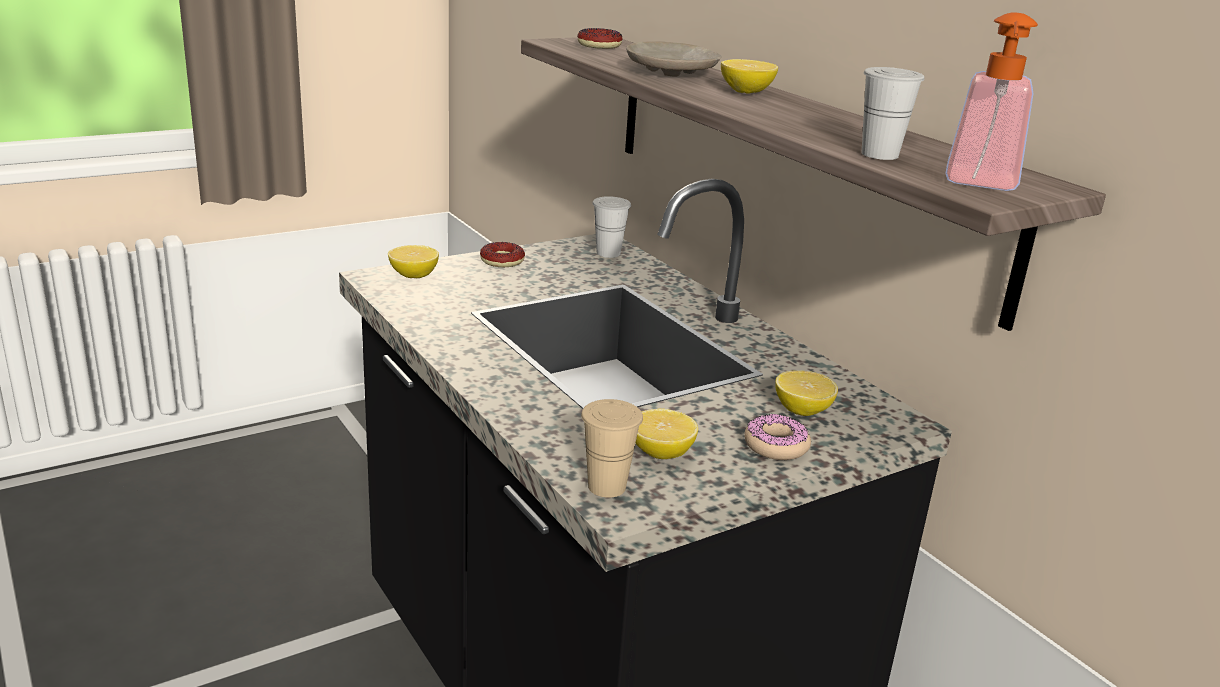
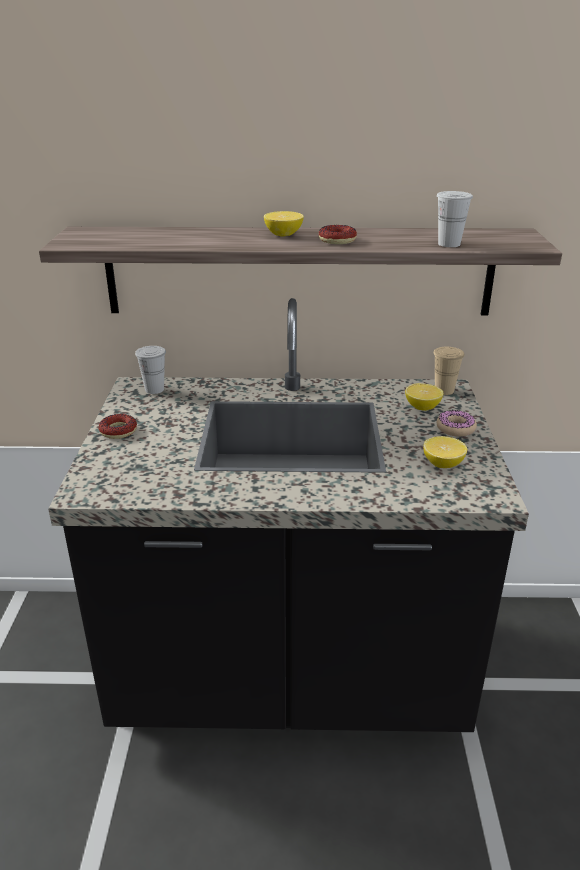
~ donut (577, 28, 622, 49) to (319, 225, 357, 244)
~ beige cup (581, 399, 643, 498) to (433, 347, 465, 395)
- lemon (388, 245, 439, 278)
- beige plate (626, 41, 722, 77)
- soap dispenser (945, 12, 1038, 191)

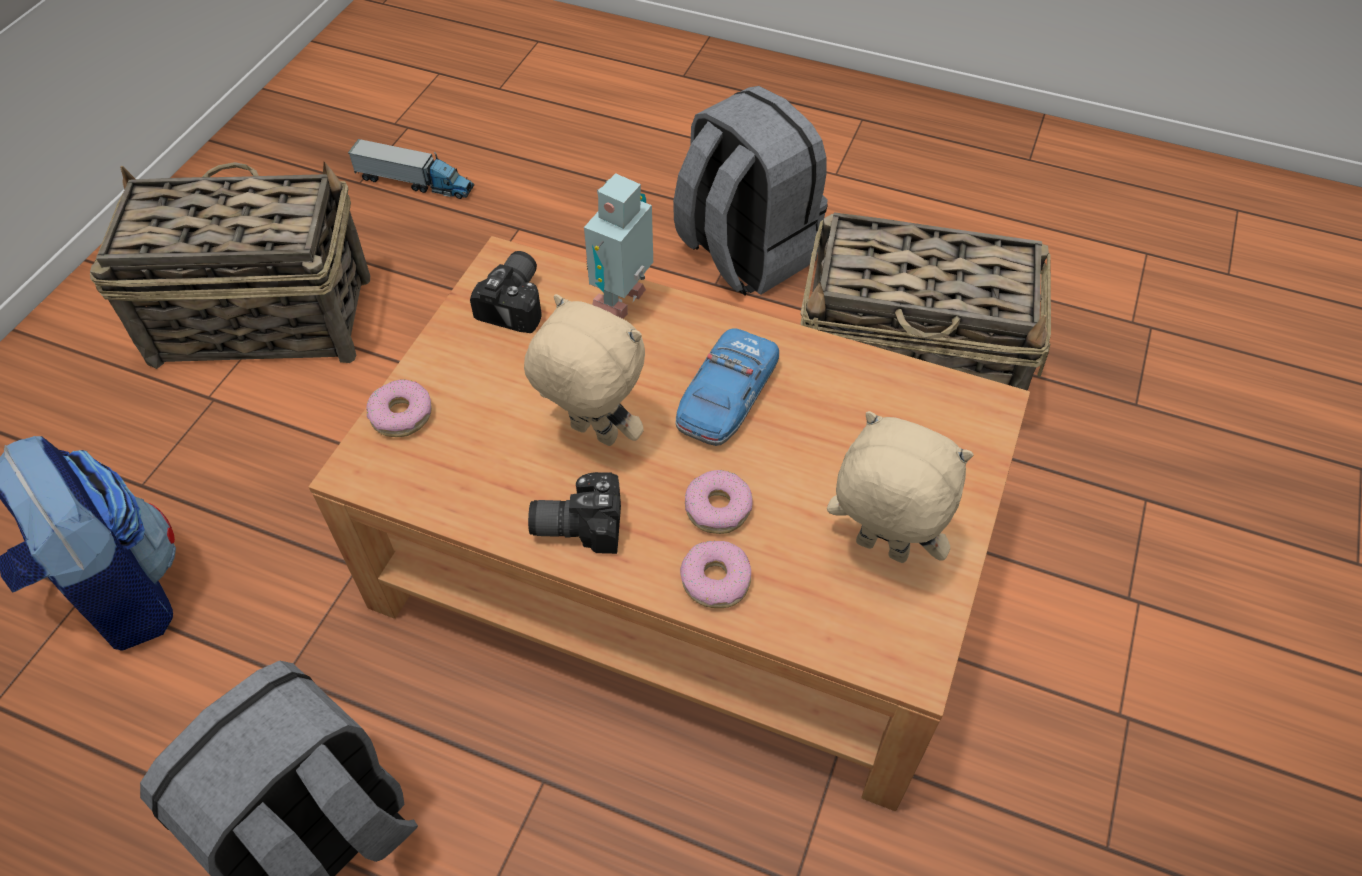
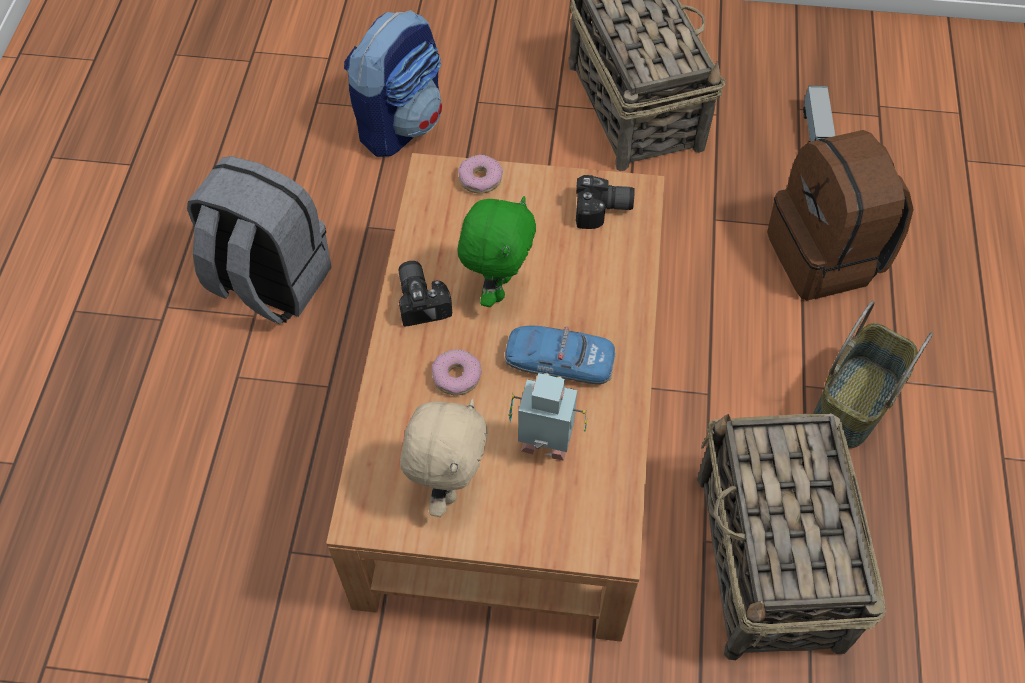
~ beige plush toy (524, 294, 645, 446) to green plush toy (457, 196, 536, 307)
~ toy robot (584, 173, 653, 319) to (509, 373, 587, 461)
+ brown backpack (767, 130, 914, 301)
~ grey backpack (673, 86, 828, 296) to basket (813, 301, 933, 448)
- donut (680, 541, 751, 608)

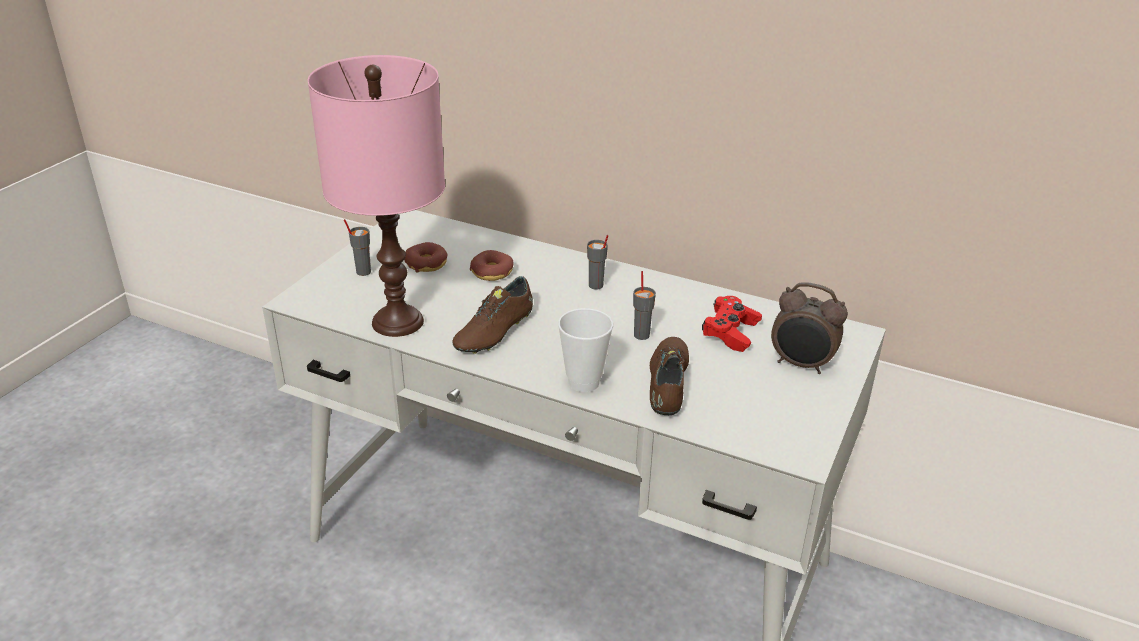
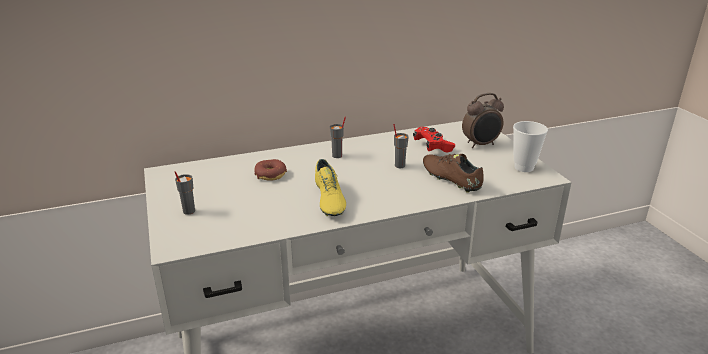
~ brown shoe (453, 276, 533, 354) to yellow shoe (315, 159, 346, 216)
~ cup (558, 308, 613, 392) to (513, 121, 548, 172)
- pink table lamp (308, 55, 445, 337)
- donut (404, 242, 448, 273)

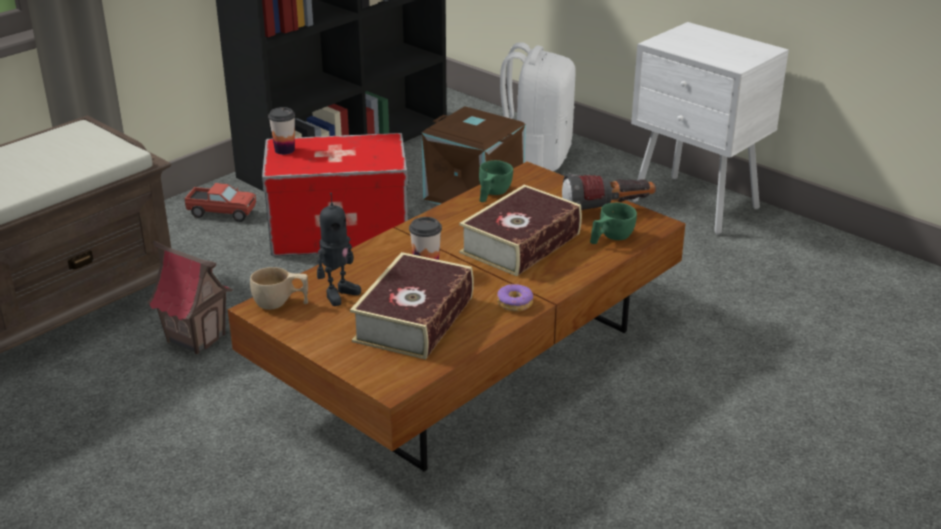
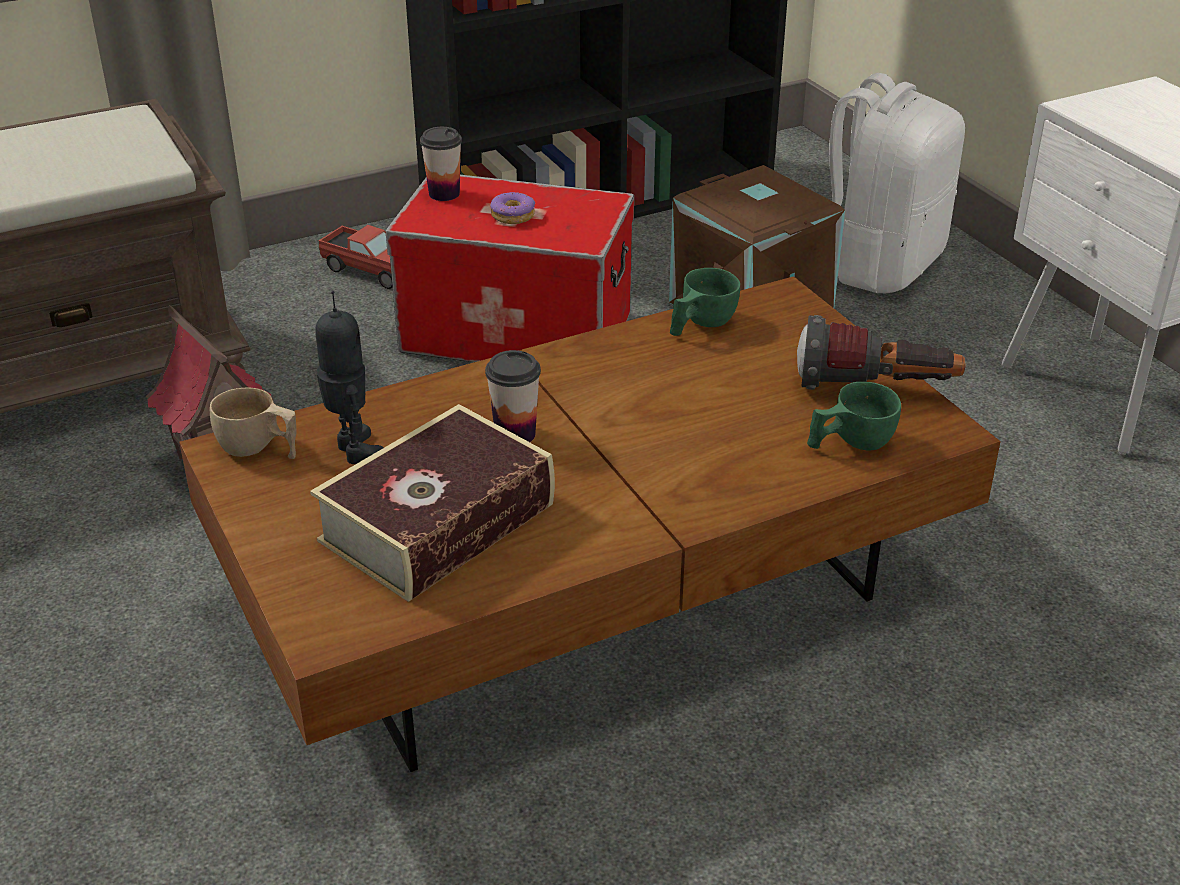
~ toy robot (317, 193, 361, 306) = (315, 291, 384, 464) 90 degrees counterclockwise
~ donut (497, 284, 533, 311) to (490, 192, 535, 224)
- book (459, 185, 582, 276)

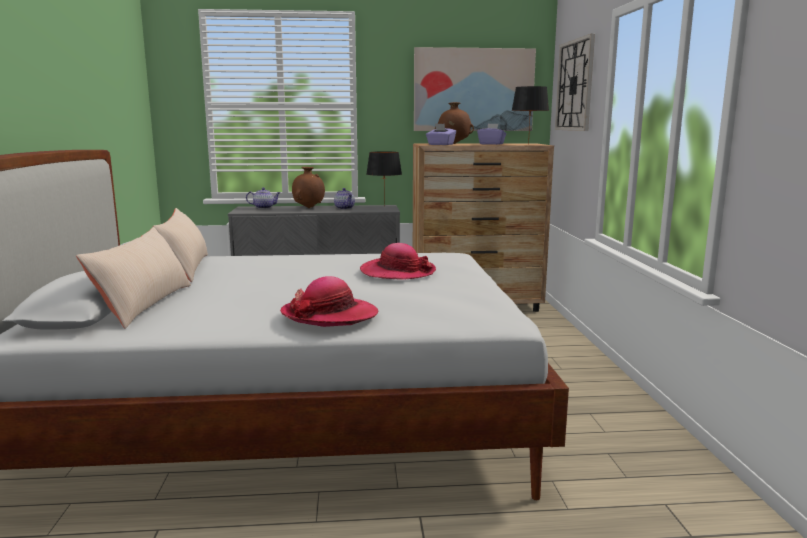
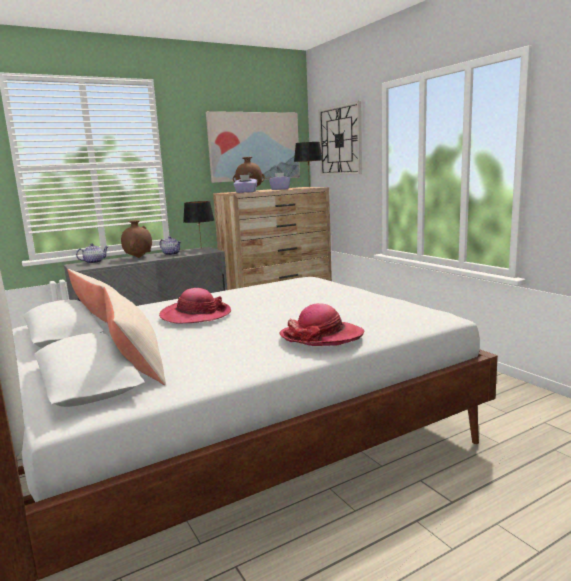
~ hat (360, 243, 436, 280) to (159, 288, 231, 323)

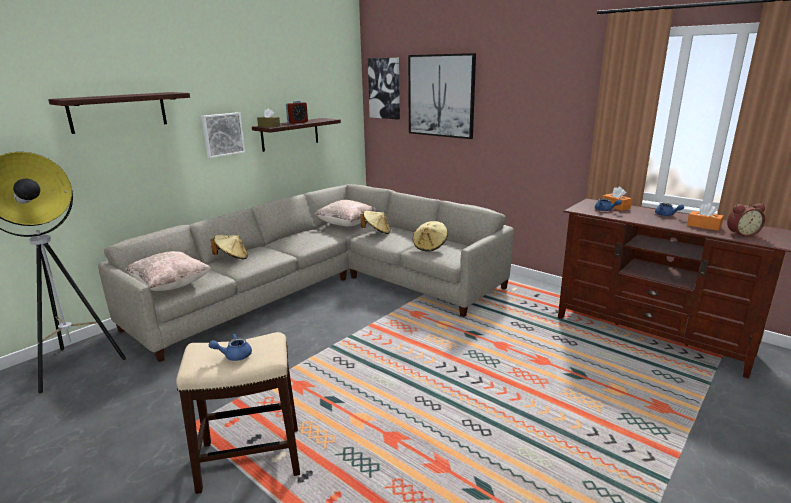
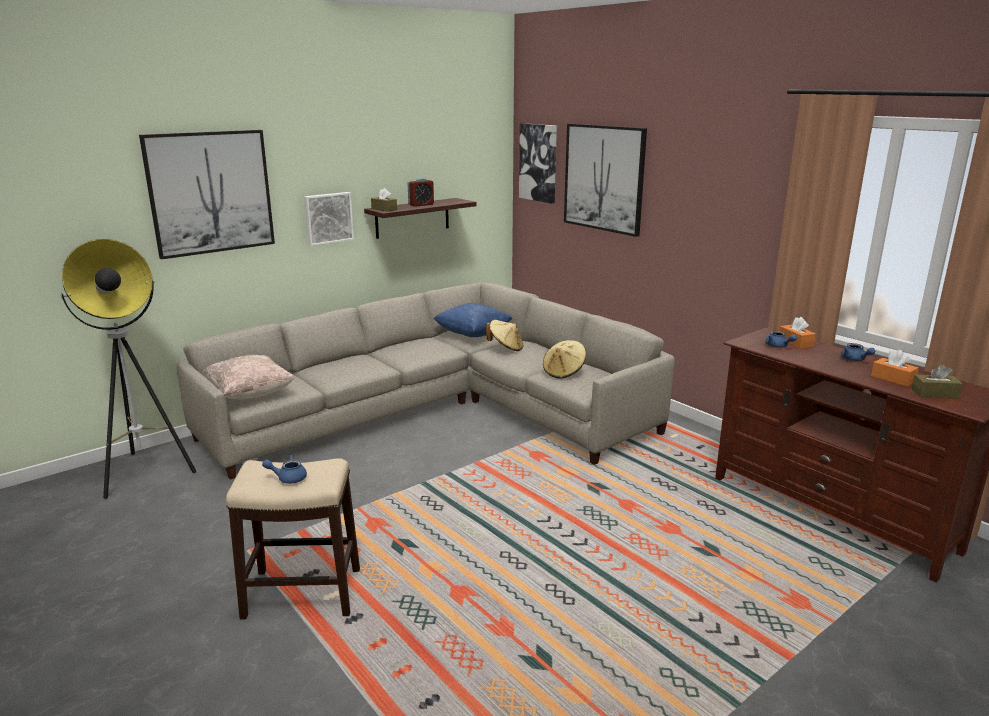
~ shelf (48, 92, 190, 134) to picture (139, 130, 275, 260)
~ beige pillow (315, 200, 377, 226) to blue pillow (433, 303, 512, 337)
~ alarm clock (727, 203, 765, 237) to brown tissue box (911, 364, 963, 399)
- beige hat (211, 235, 248, 259)

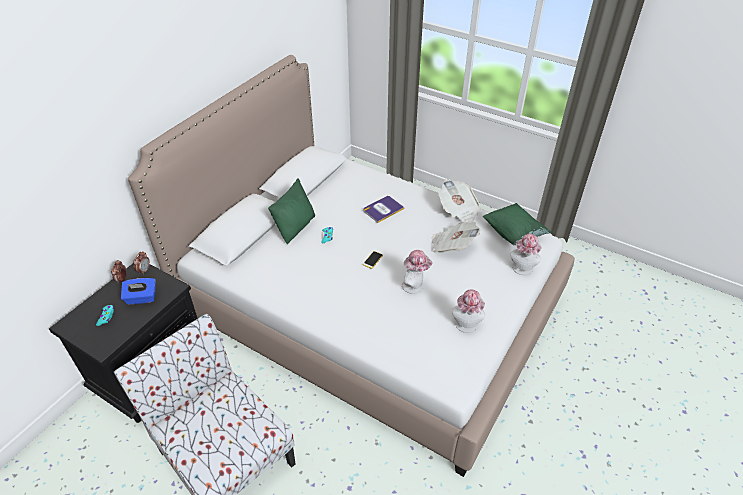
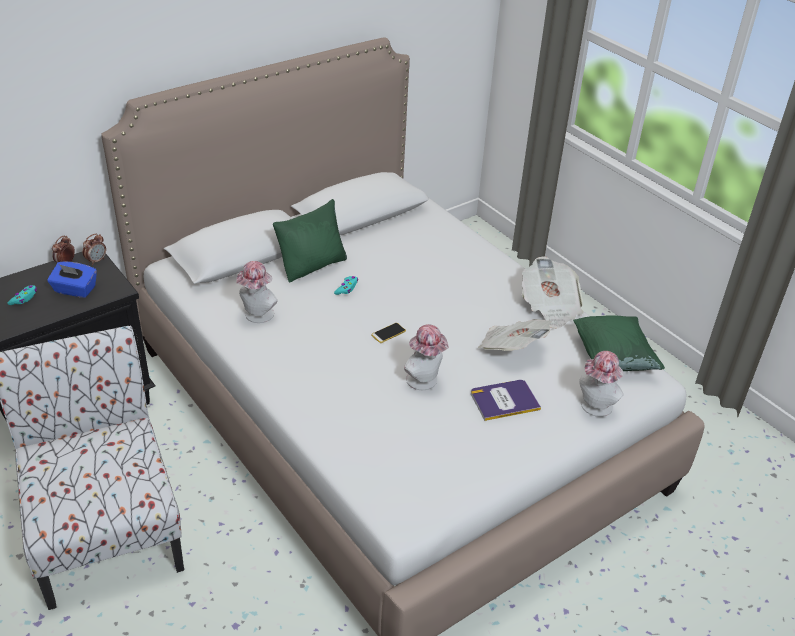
~ hat (452, 289, 485, 333) to (236, 261, 278, 323)
~ book (363, 196, 404, 223) to (471, 380, 541, 421)

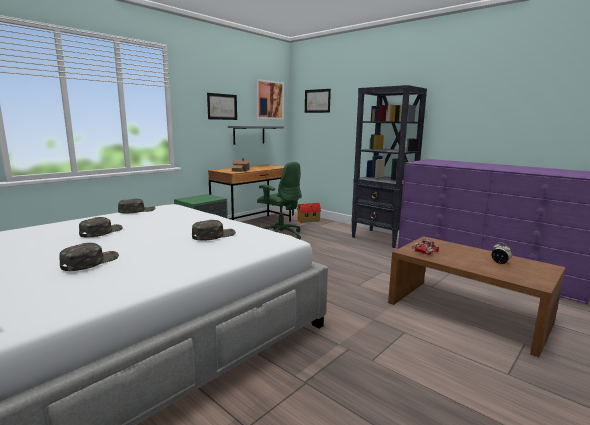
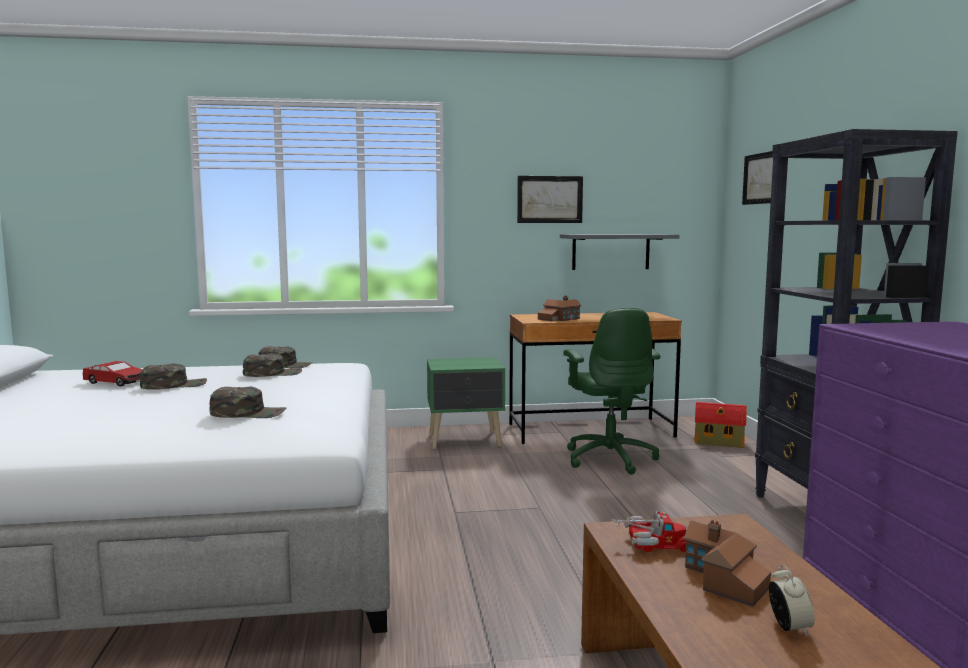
+ toy car (83, 361, 142, 387)
~ green cap (59, 243, 119, 271) to (243, 353, 302, 377)
+ toy house (684, 520, 771, 607)
- picture (255, 79, 284, 119)

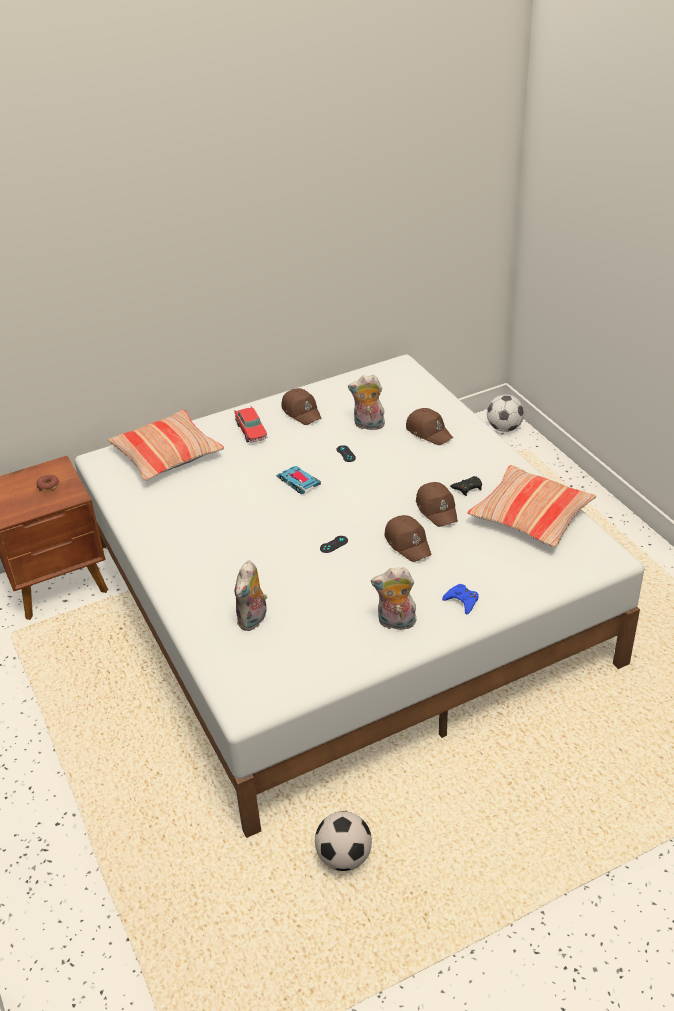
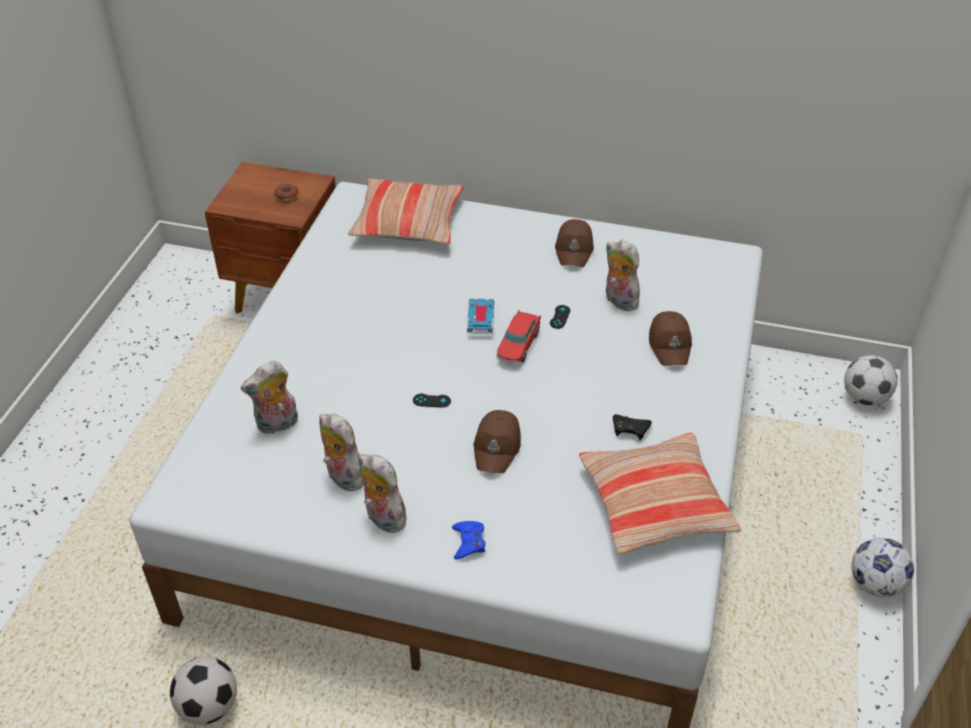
+ plush toy (319, 414, 364, 491)
~ toy car (234, 407, 267, 442) to (496, 310, 541, 364)
+ football (852, 538, 914, 598)
- brown cap (416, 482, 458, 527)

